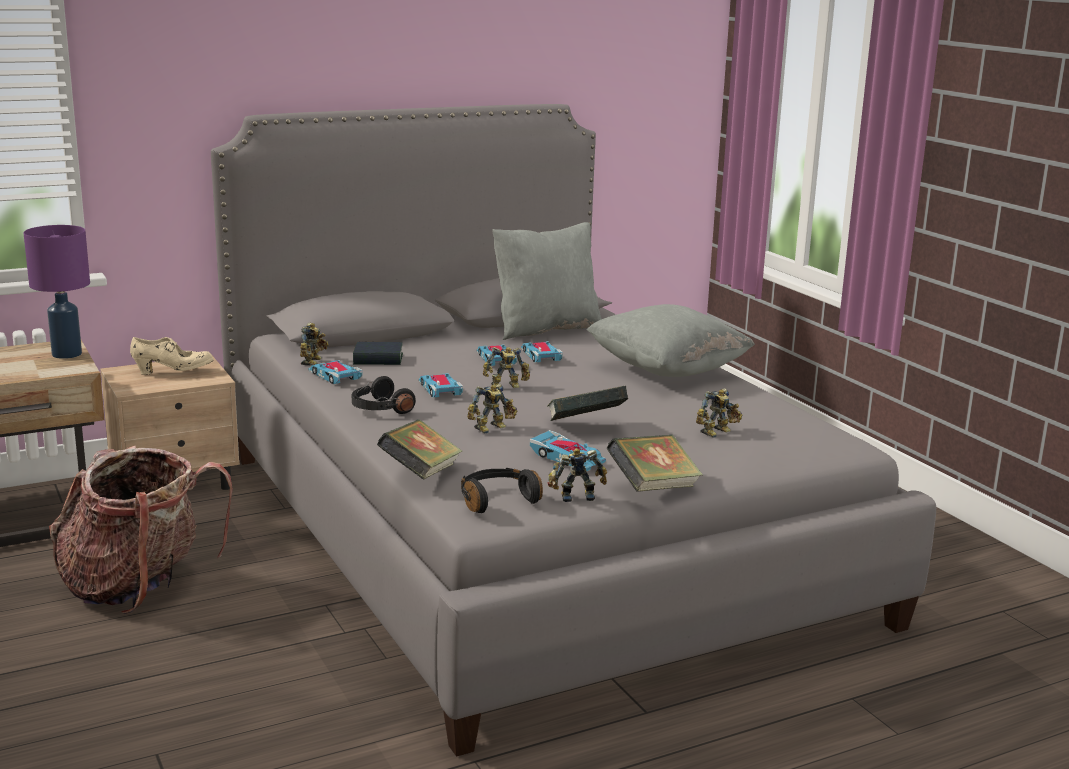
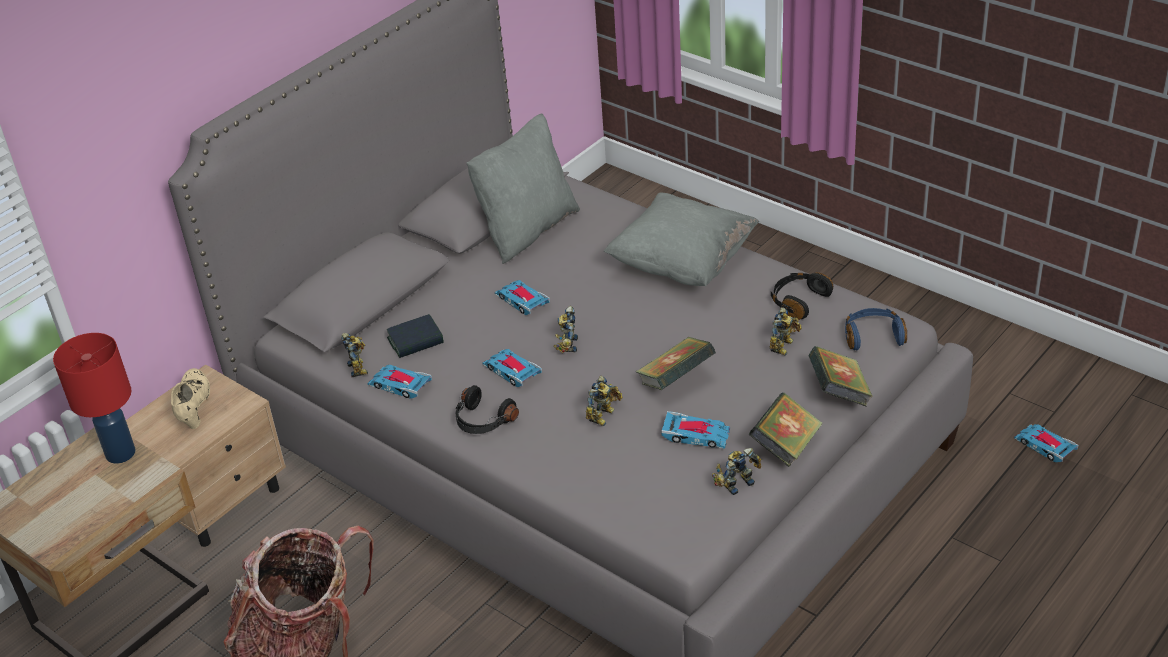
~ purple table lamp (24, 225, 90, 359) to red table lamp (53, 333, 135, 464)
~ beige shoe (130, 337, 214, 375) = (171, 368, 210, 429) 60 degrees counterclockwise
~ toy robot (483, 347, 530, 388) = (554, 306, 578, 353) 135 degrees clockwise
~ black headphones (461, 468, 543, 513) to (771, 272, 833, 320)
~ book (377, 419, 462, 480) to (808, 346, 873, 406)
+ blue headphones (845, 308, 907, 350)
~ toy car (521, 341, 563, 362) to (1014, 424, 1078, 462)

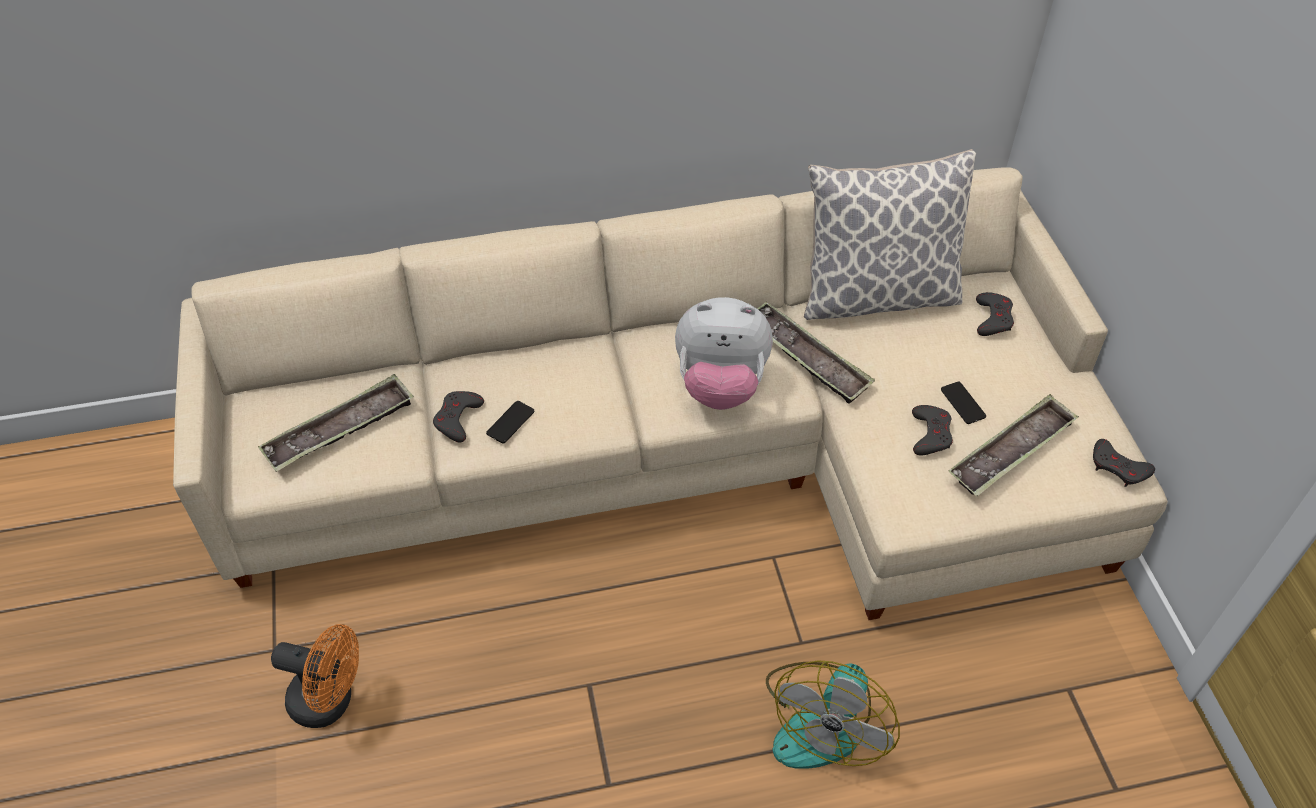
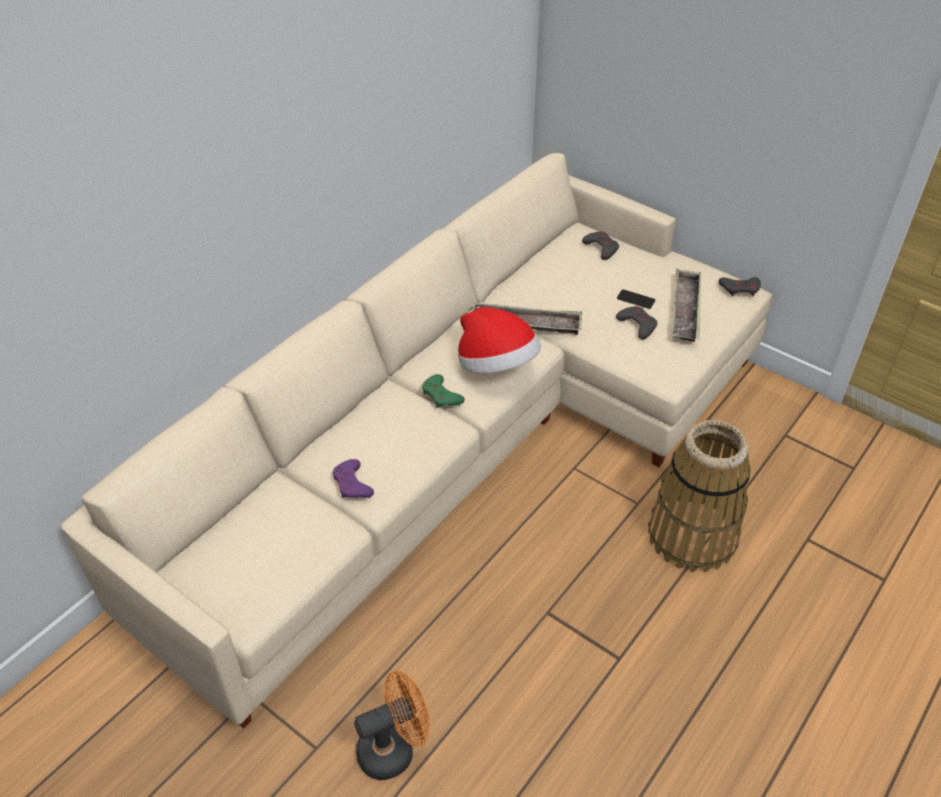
~ grey game controller (433, 391, 484, 443) to purple game controller (333, 459, 374, 498)
+ green game controller (422, 374, 465, 408)
~ plush toy (675, 297, 773, 410) to hat (458, 307, 541, 373)
~ fan (766, 660, 900, 769) to basket (648, 420, 750, 572)
- tray (258, 374, 414, 472)
- phone (486, 401, 534, 443)
- pillow (804, 149, 976, 320)

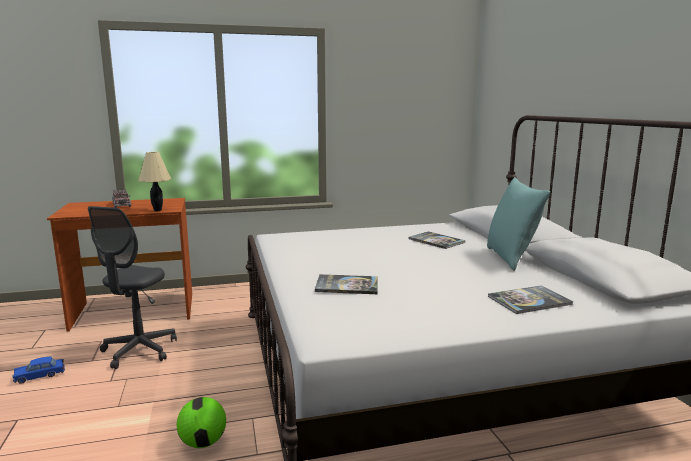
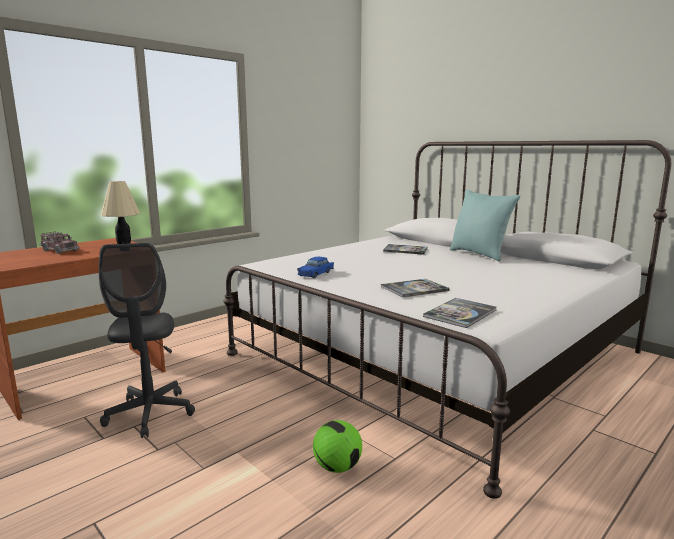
~ blue toy car (13, 357, 65, 384) to (297, 257, 334, 278)
~ book (488, 286, 574, 314) to (423, 298, 496, 328)

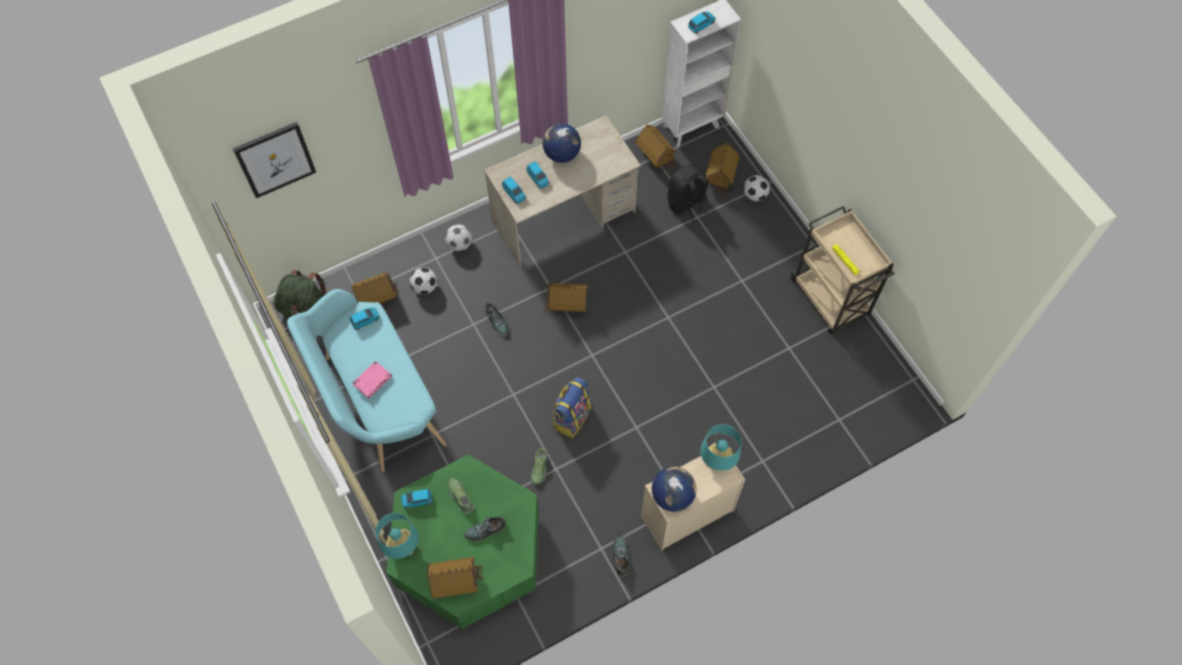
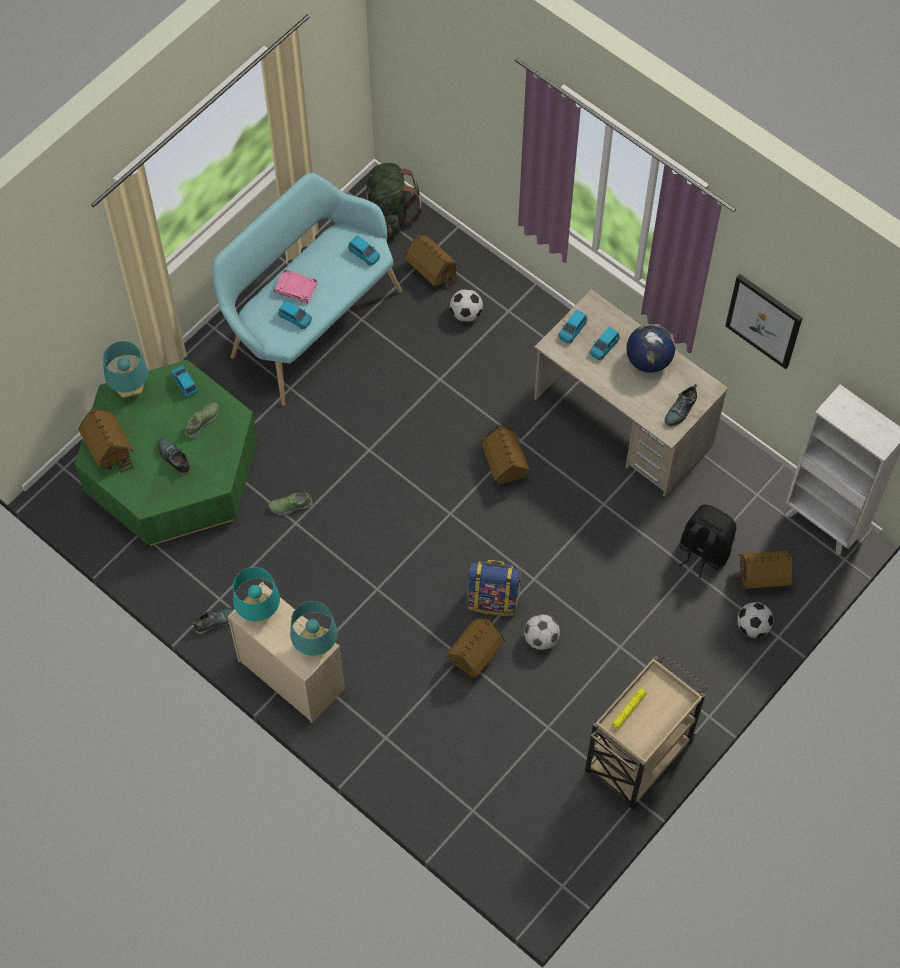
~ globe (652, 466, 697, 512) to turquoise table lamp (233, 567, 280, 624)
~ blue toy car (688, 11, 716, 34) to (278, 300, 312, 329)
~ toy house (635, 124, 678, 172) to (444, 618, 505, 687)
~ backpack (553, 377, 591, 438) to (467, 560, 521, 616)
~ football (445, 224, 472, 251) to (524, 614, 560, 650)
~ shoe (485, 301, 509, 336) to (664, 384, 697, 427)
~ picture (233, 122, 316, 198) to (725, 274, 802, 369)

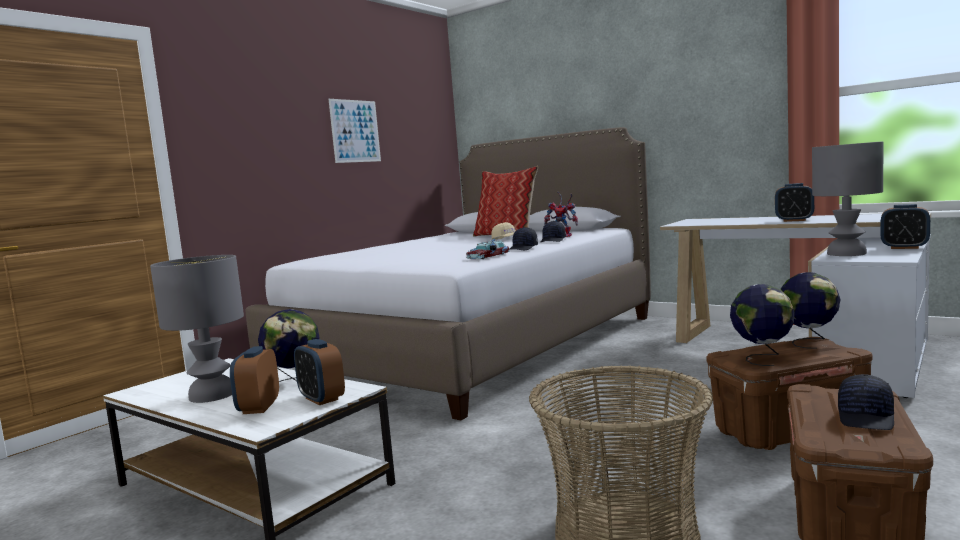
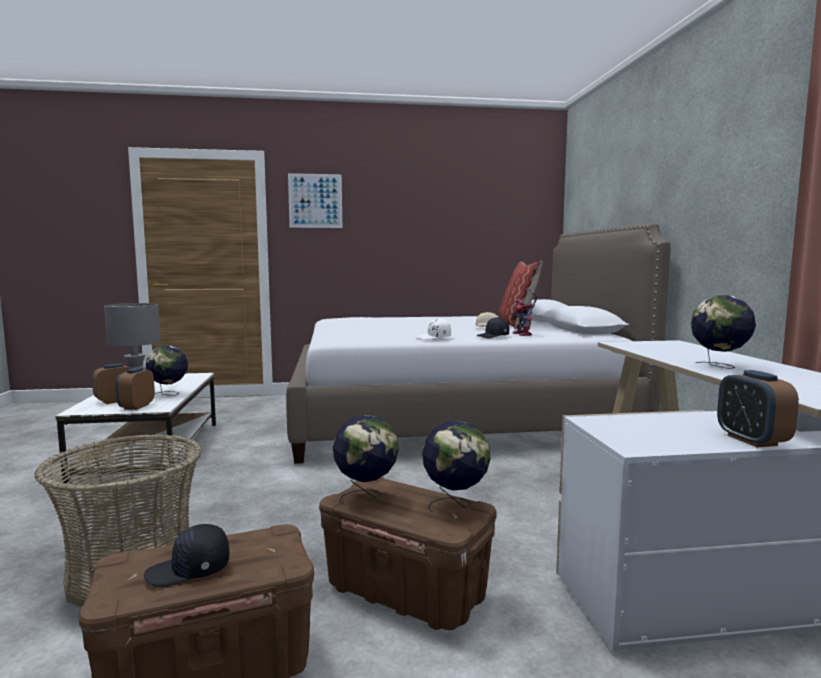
~ picture (328, 99, 381, 163) to (288, 173, 342, 228)
~ black cap (509, 227, 538, 250) to white cap (416, 318, 451, 340)
~ alarm clock (775, 183, 814, 222) to globe (691, 295, 756, 369)
- toy car (466, 239, 509, 259)
- grey table lamp (812, 141, 884, 256)

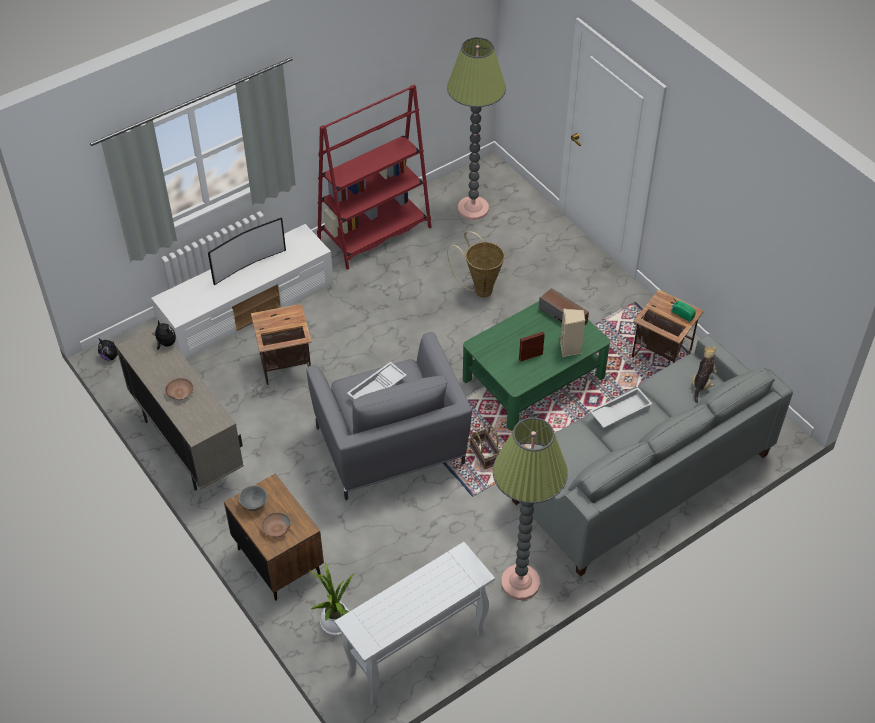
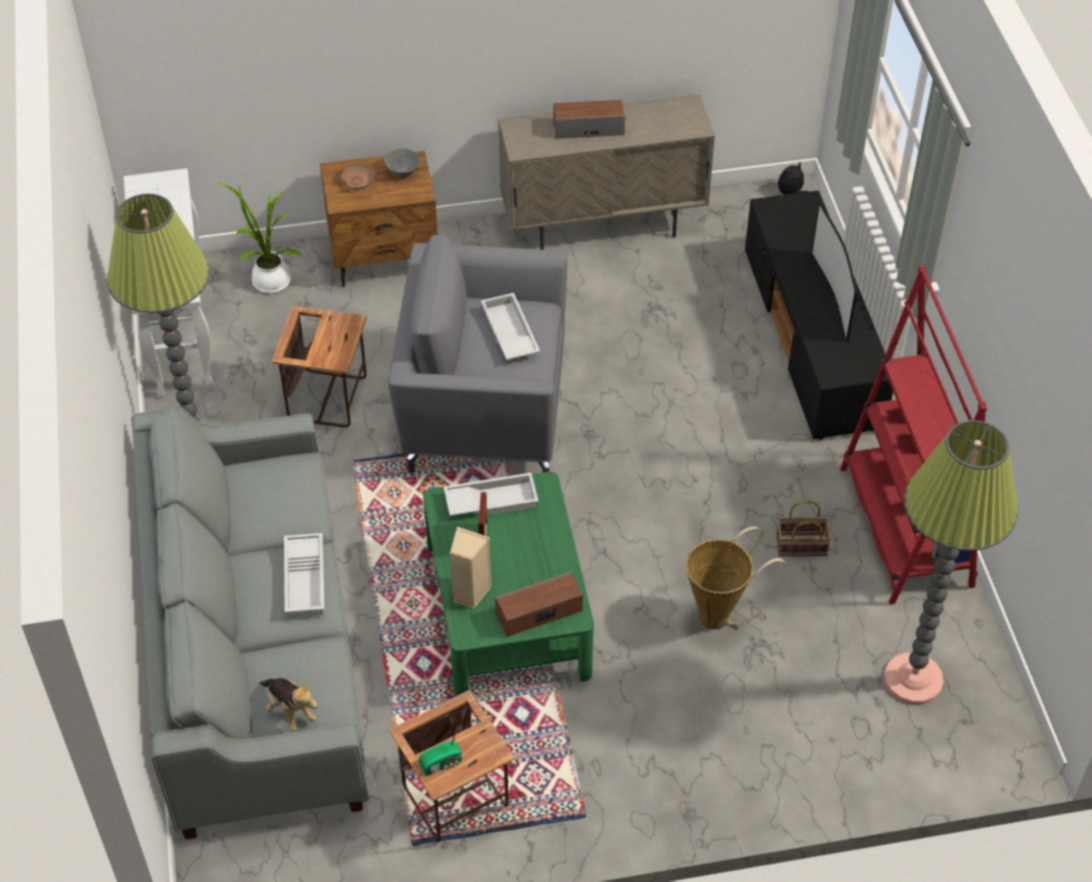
~ side table (251, 304, 312, 385) to (271, 306, 367, 428)
+ white tray (443, 473, 538, 516)
~ brown bowl (165, 378, 193, 400) to speaker (554, 100, 625, 139)
~ white tv stand (151, 224, 334, 359) to black tv stand (745, 190, 893, 440)
~ basket (470, 426, 500, 469) to (776, 500, 831, 556)
- plush toy (152, 320, 176, 350)

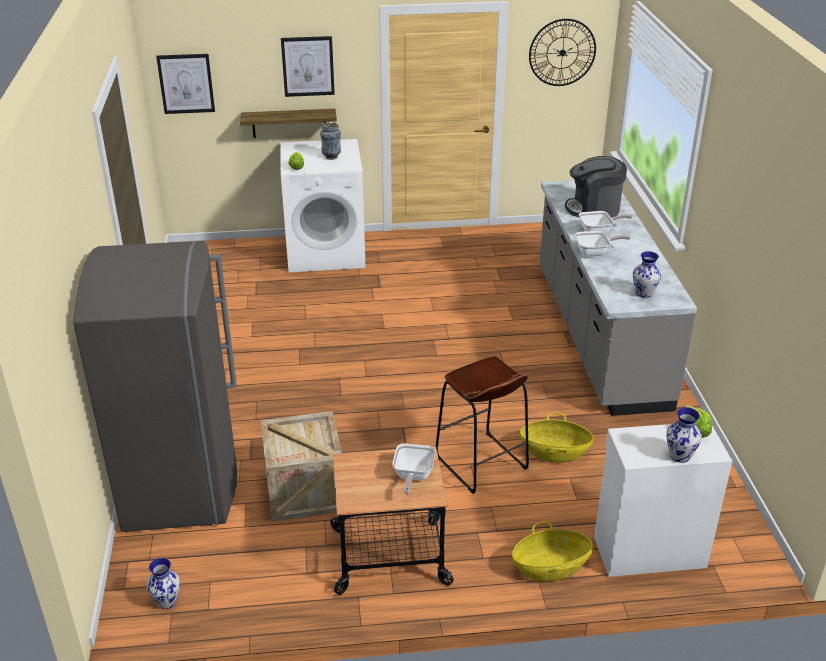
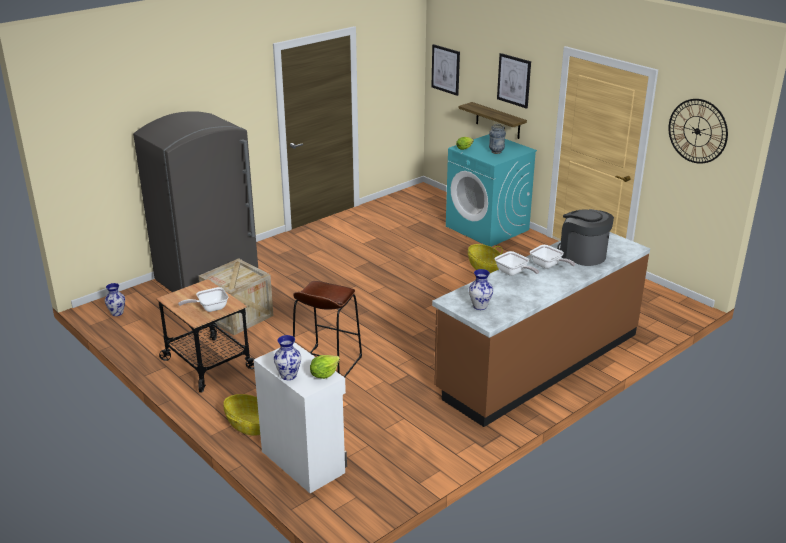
~ grey counter (539, 180, 697, 416) to brown counter (432, 232, 650, 427)
~ white washing machine (280, 139, 366, 272) to turquoise washing machine (446, 134, 537, 247)
~ basket (519, 412, 594, 463) to (468, 244, 503, 273)

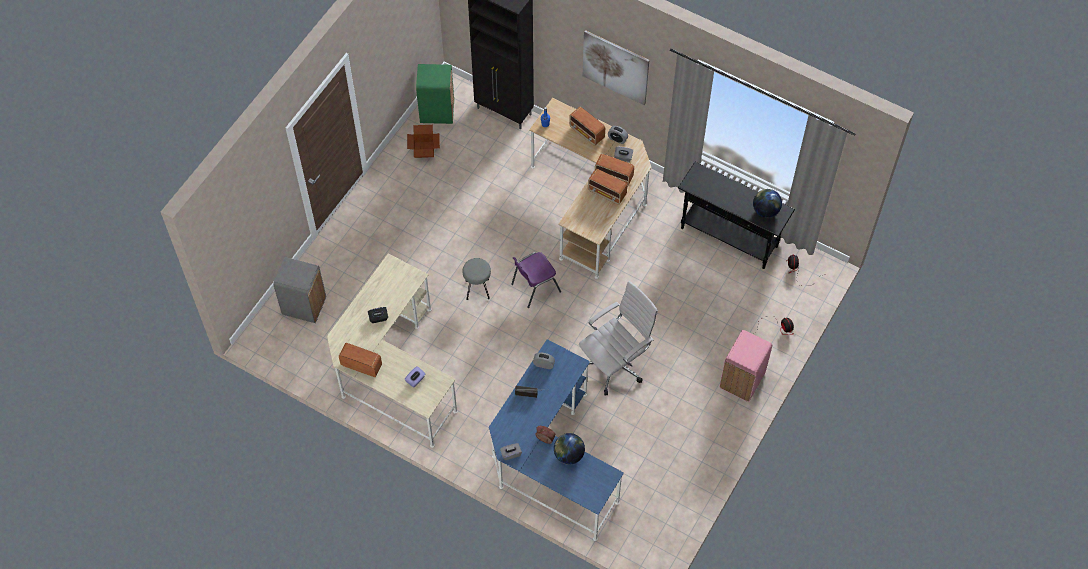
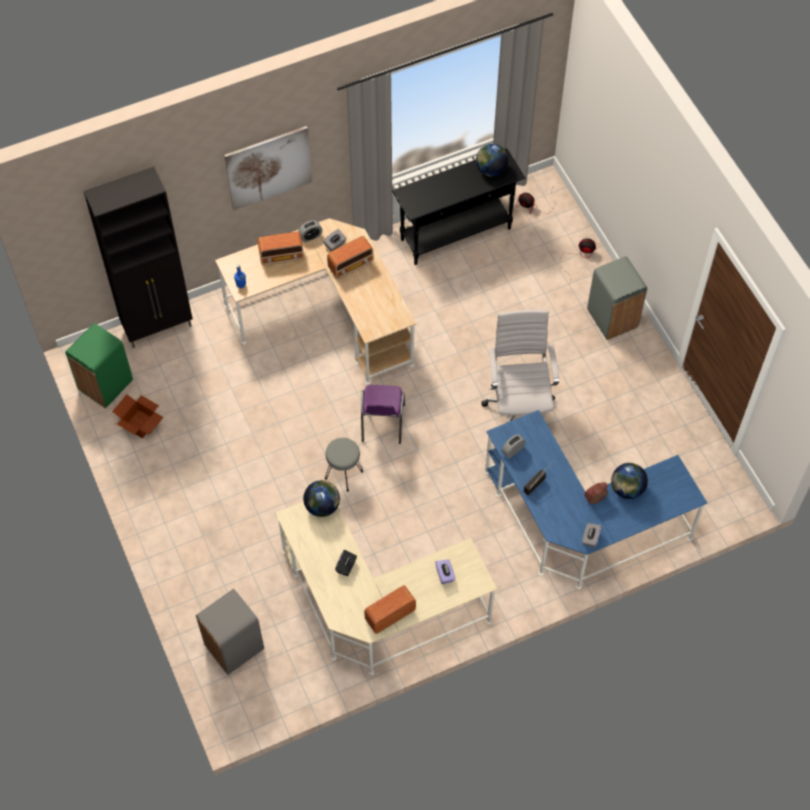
+ globe (303, 480, 340, 517)
~ pink trash can (720, 330, 772, 402) to grey trash can (587, 256, 647, 340)
- radio (588, 169, 627, 205)

